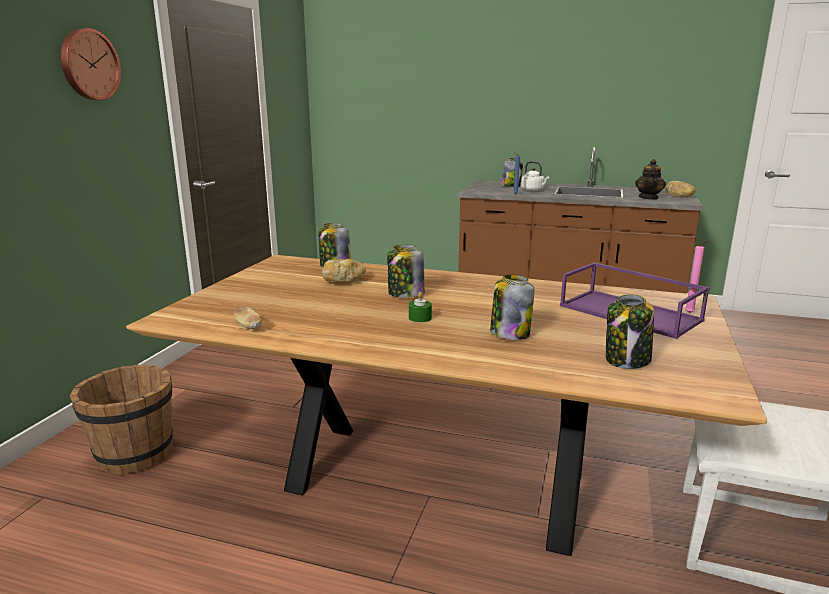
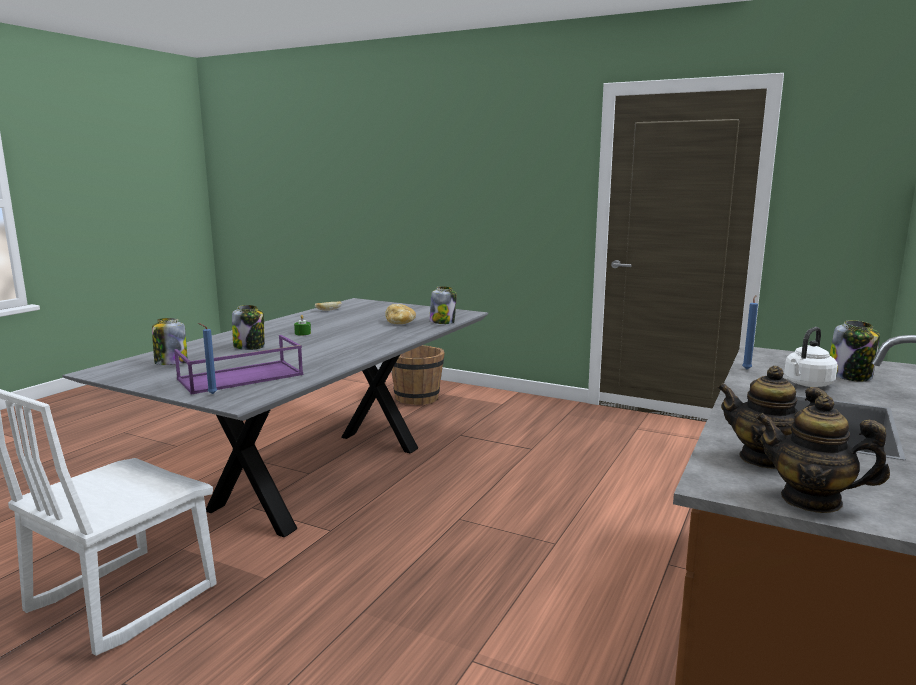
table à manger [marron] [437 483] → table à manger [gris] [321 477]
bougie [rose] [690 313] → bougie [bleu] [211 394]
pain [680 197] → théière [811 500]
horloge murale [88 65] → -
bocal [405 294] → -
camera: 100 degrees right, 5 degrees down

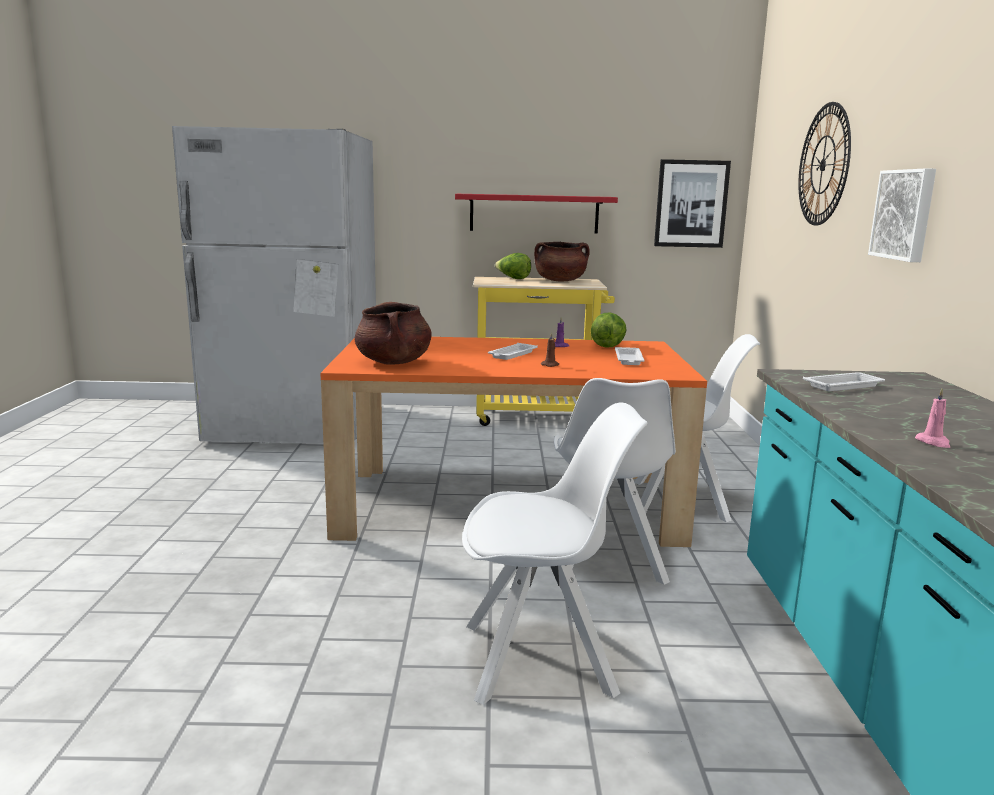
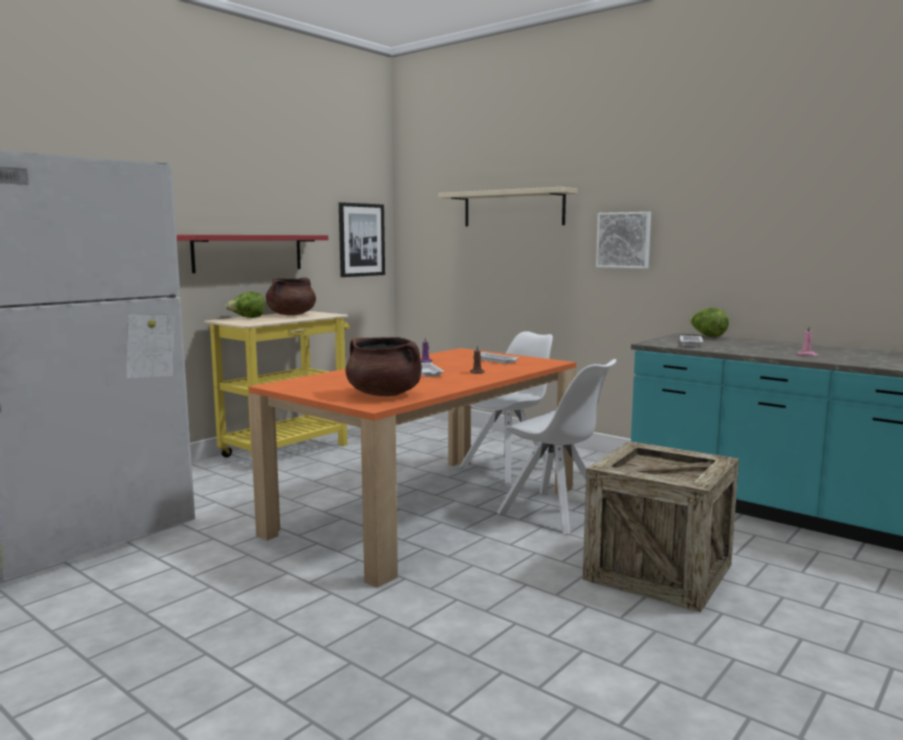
horloge murale [823 165] → étagère [beige] [513 208]
chaise [blanc] [541 659] → caisse [658 572]
laitue [608 346] → laitue [707 336], relocated
camera: 50 degrees left, 5 degrees down

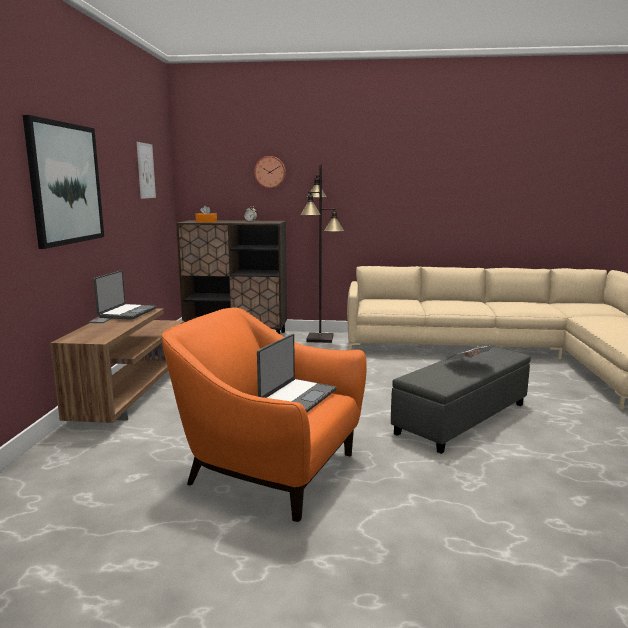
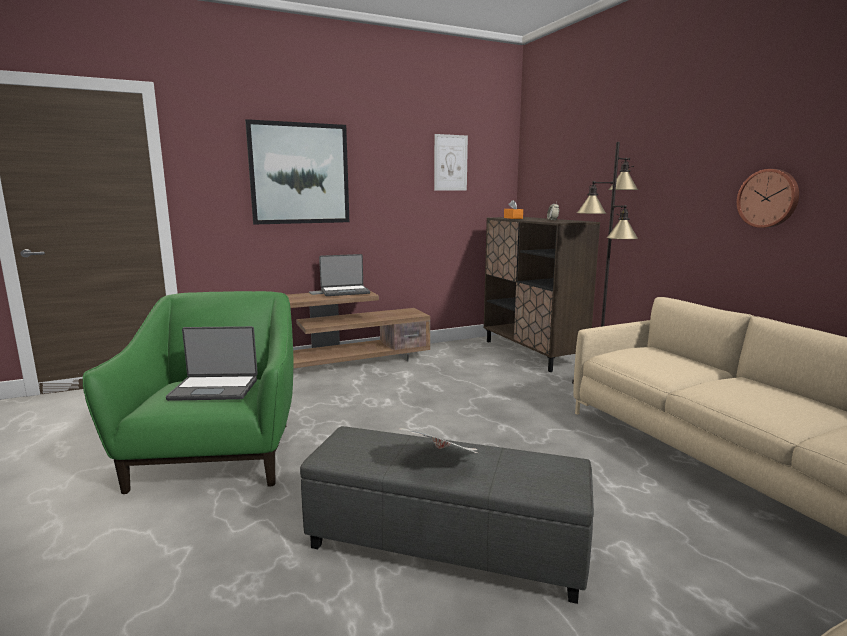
fauteuil [orange] [269 470] → fauteuil [vert] [219 455]
horloge murale [270 172] → horloge murale [768 198], relocated
camera: 60 degrees right, 0 degrees up

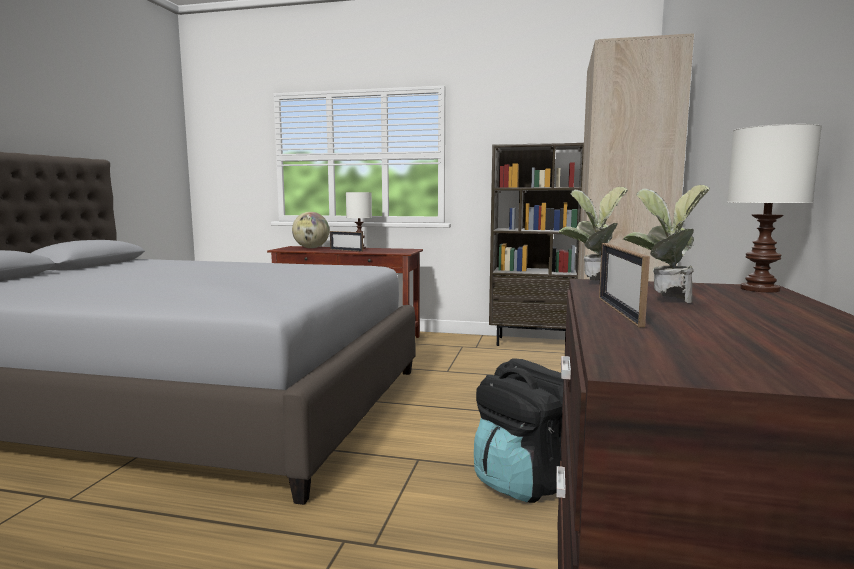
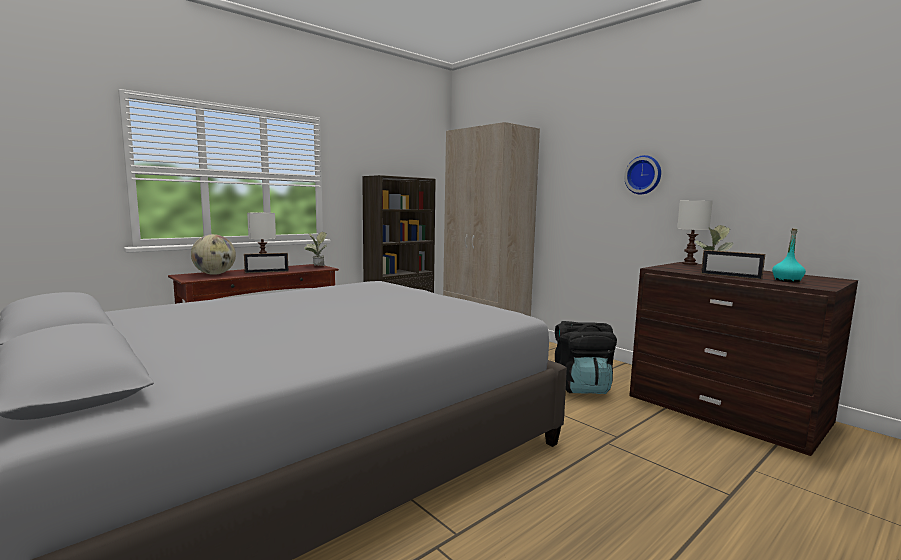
plante en pot [591 283] → plante en pot [316 266], relocated
- → horloge murale [644 175]
- → bouteille [turquoise] [787 280]
camera: 55 degrees left, 0 degrees up

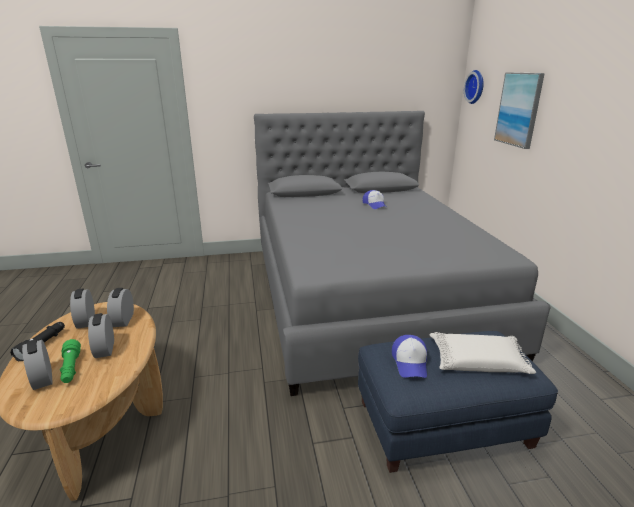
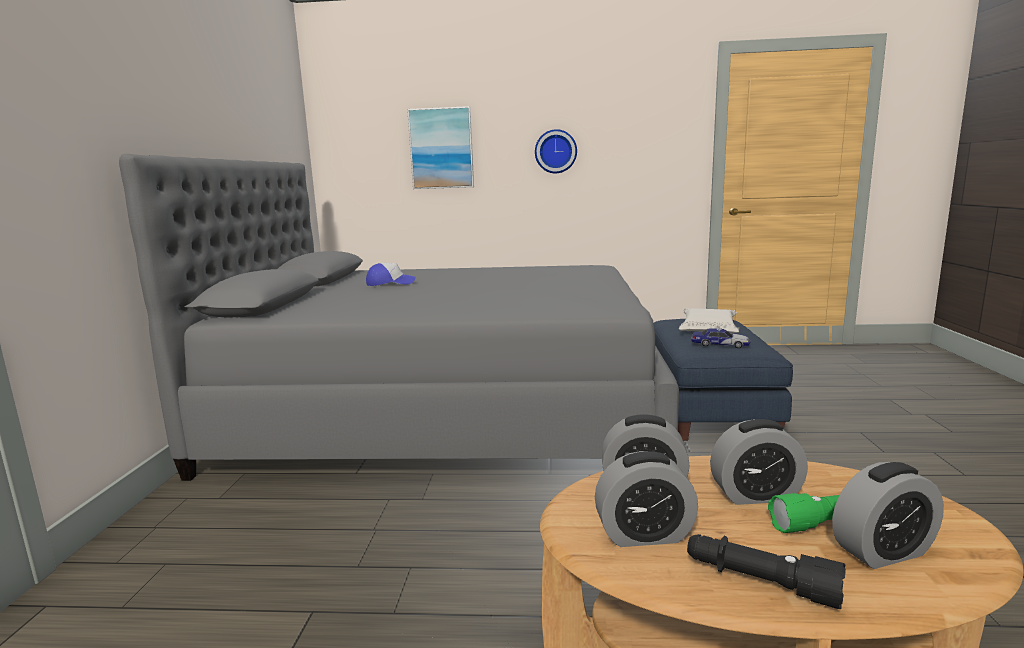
horloge murale [476 87] → horloge murale [555 151], relocated
casquette [410 362] → petite voiture [720 344]
camera: 75 degrees left, 10 degrees down

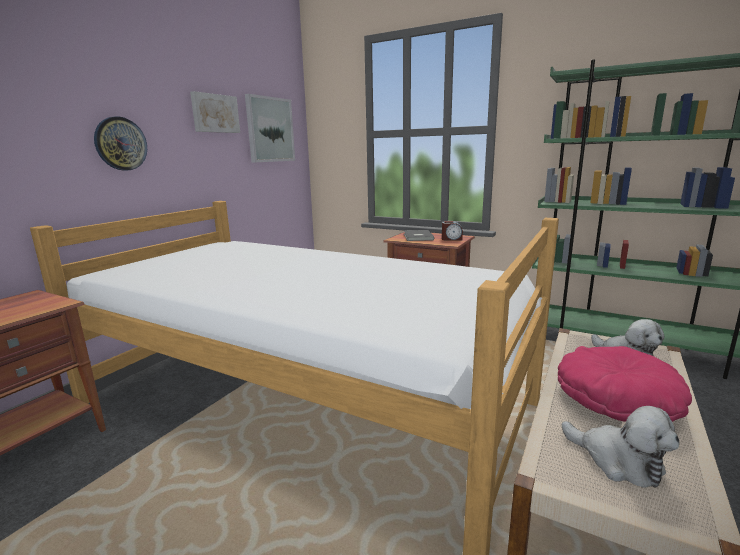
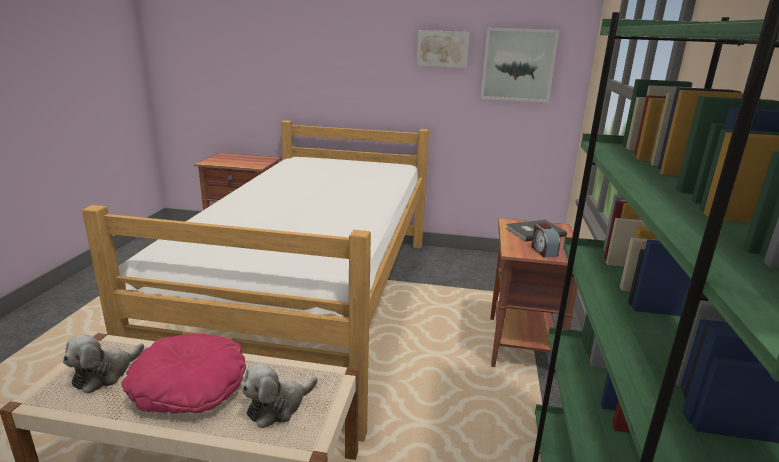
horloge murale [120 144] → -
camera: 70 degrees right, 5 degrees up

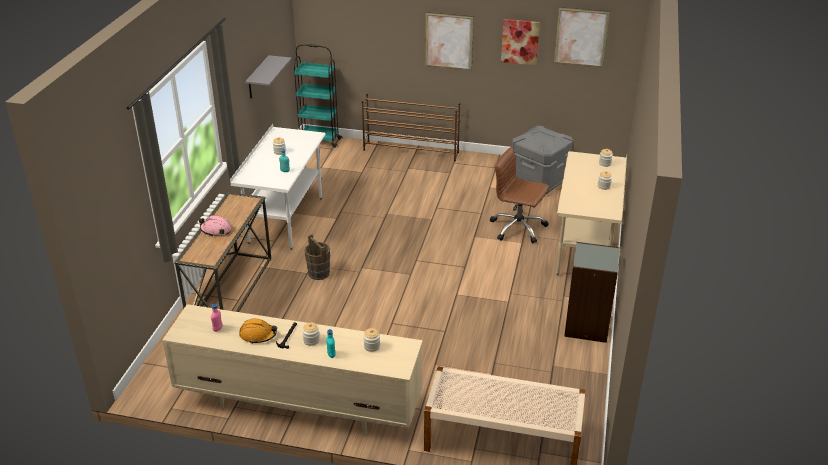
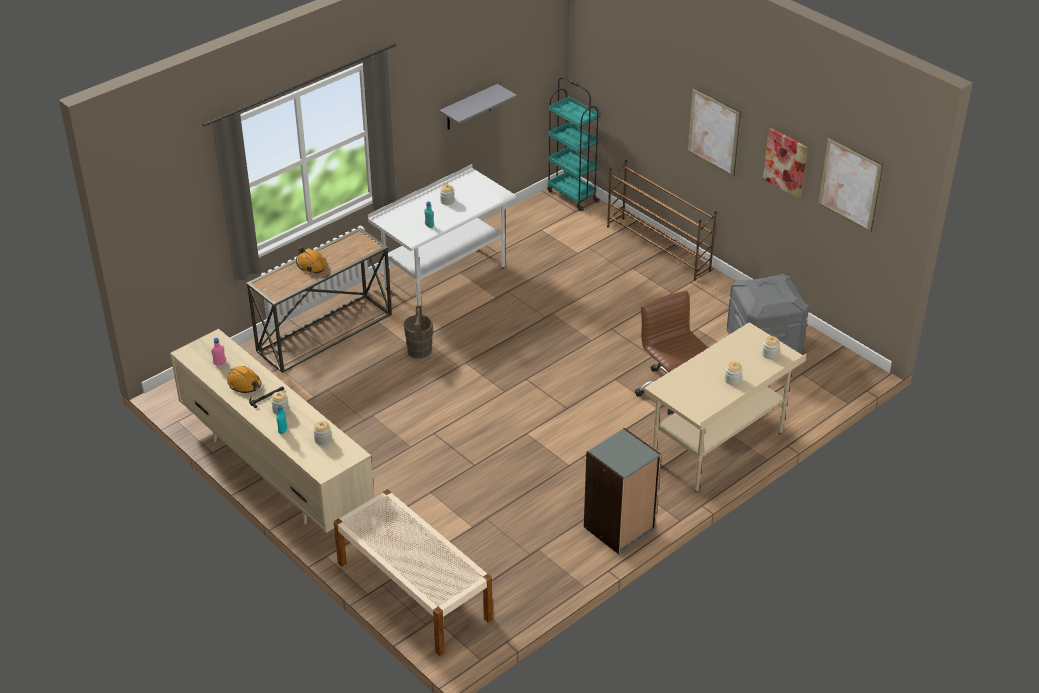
casque de chantier [rose] [216 230] → casque de chantier [orange] [311 265]
camera: 35 degrees right, 5 degrees up

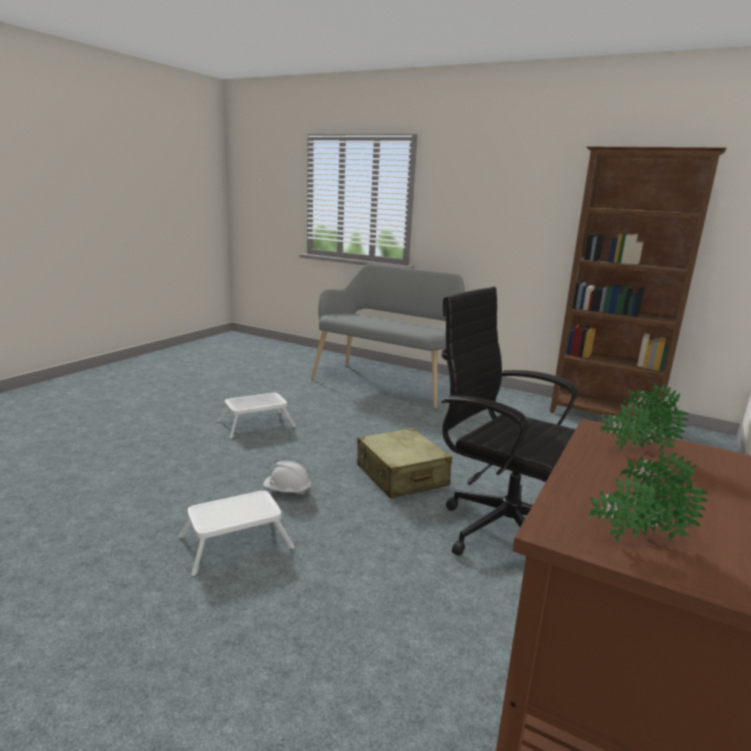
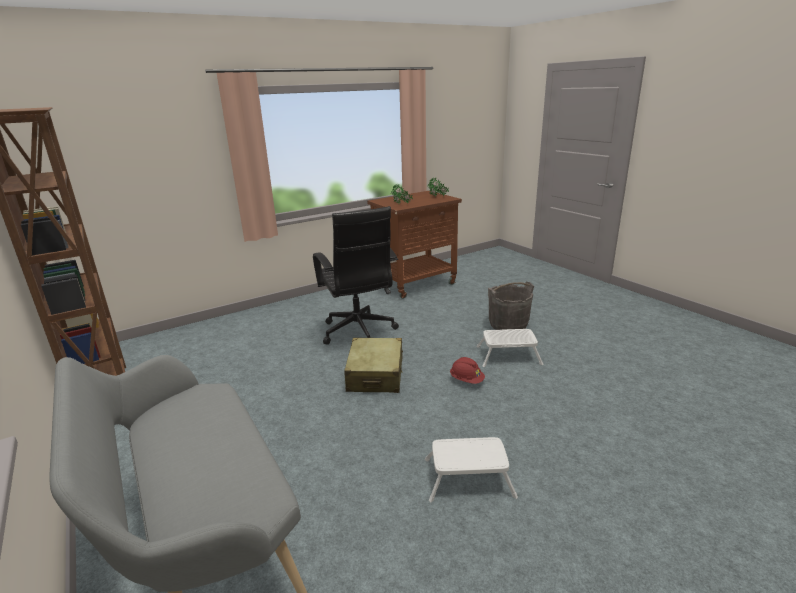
casque de chantier [blanc] [287 491] → casque de chantier [rouge] [466 380]
- → seau [gris] [508 324]
camera: 150 degrees left, 5 degrees up

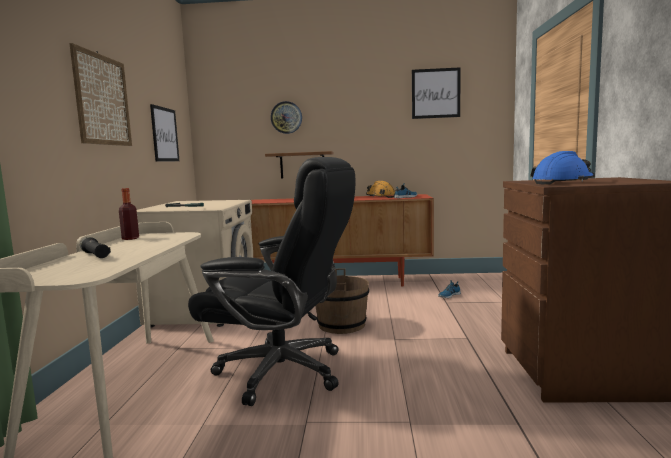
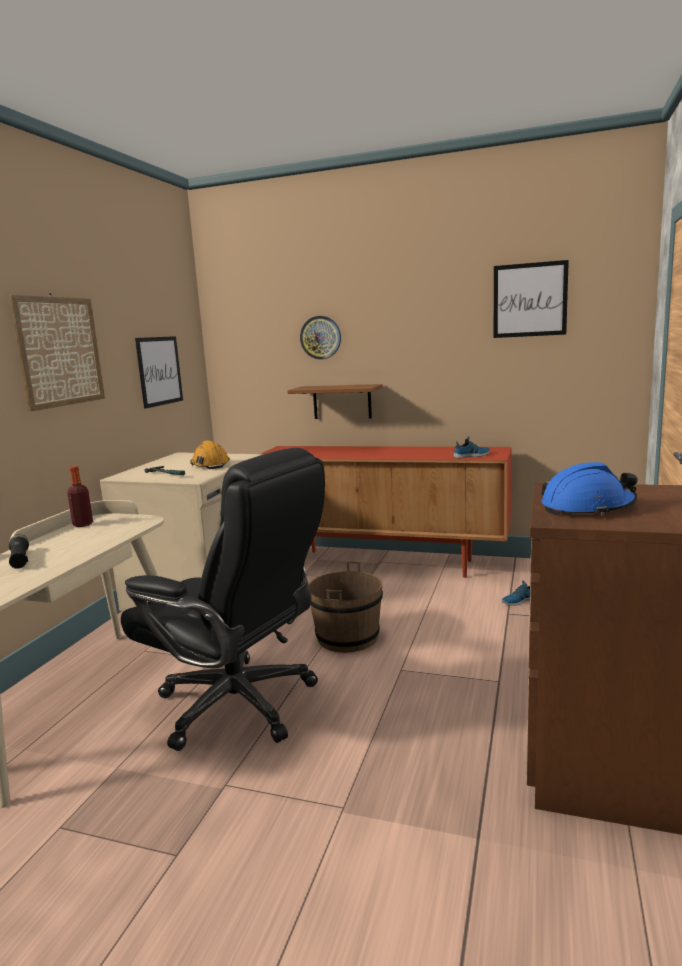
casque de chantier [orange] [380 197] → casque de chantier [orange] [210 464], relocated
camera: 15 degrees right, 5 degrees up

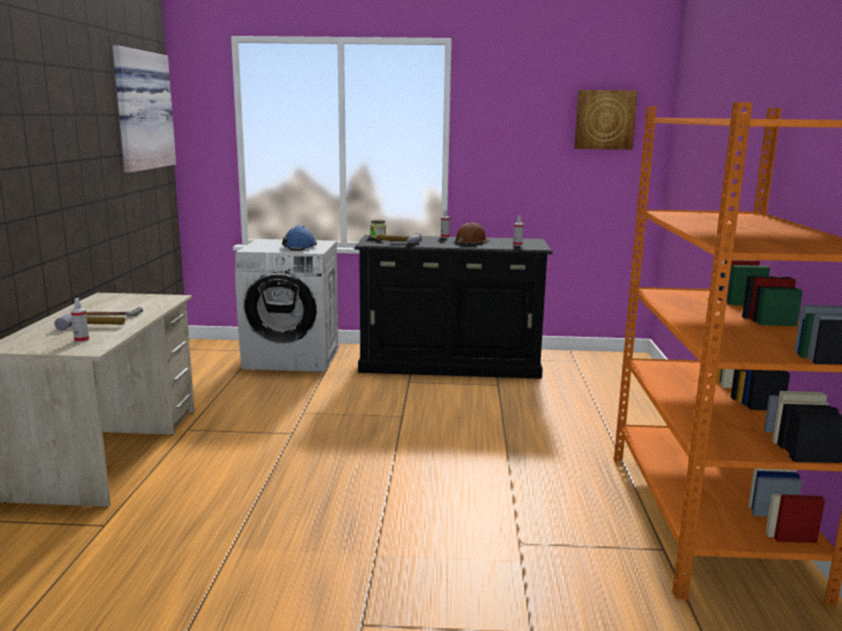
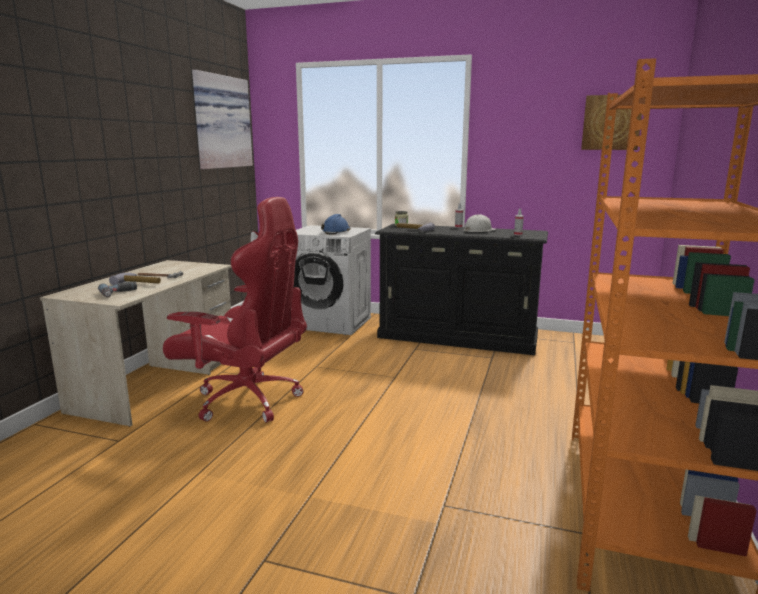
vaporisateur [81 340] → perceuse [119 293]
- → chaise de bureau [rouge] [242 400]
casque de chantier [marron] [471 241] → casque de chantier [blanc] [478 231]
camera: 15 degrees right, 0 degrees up

